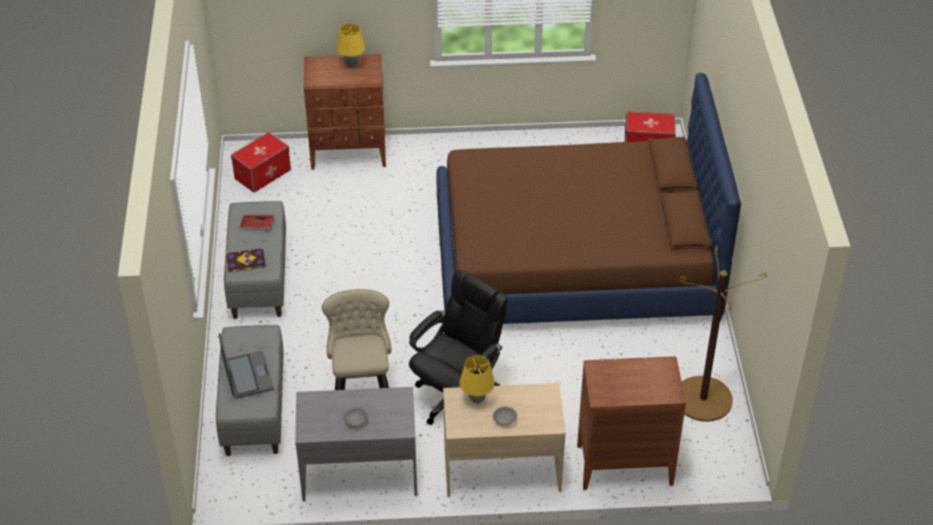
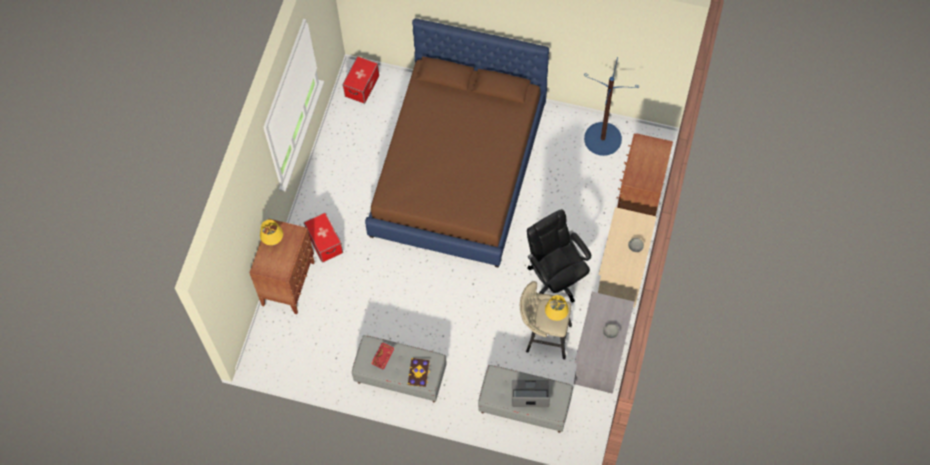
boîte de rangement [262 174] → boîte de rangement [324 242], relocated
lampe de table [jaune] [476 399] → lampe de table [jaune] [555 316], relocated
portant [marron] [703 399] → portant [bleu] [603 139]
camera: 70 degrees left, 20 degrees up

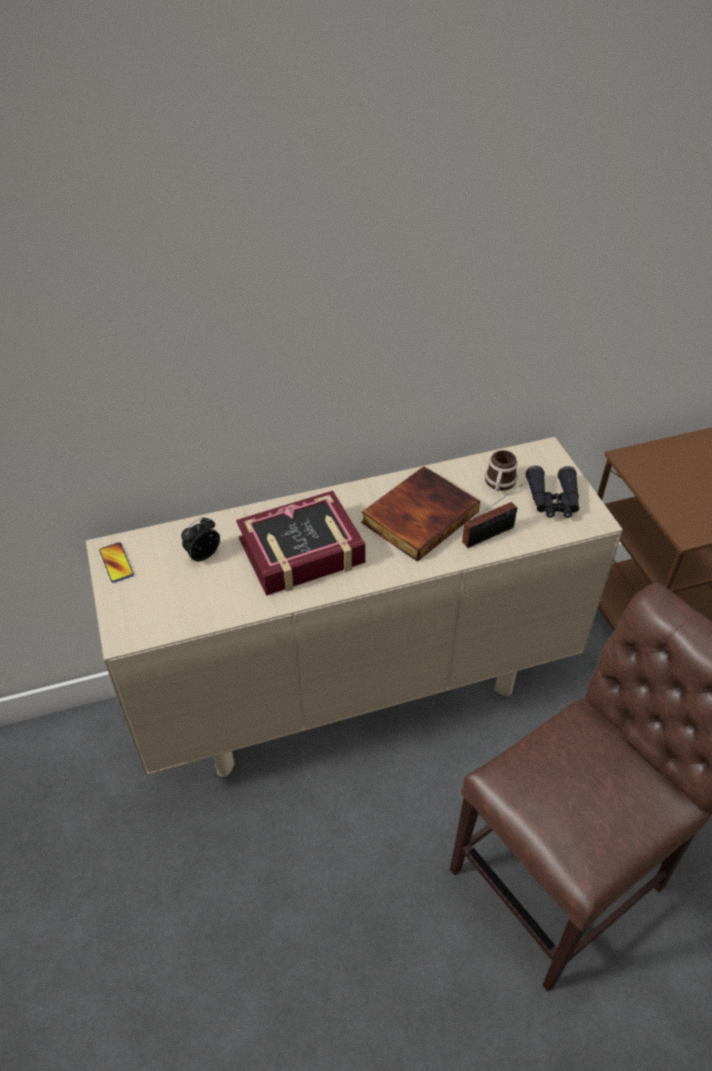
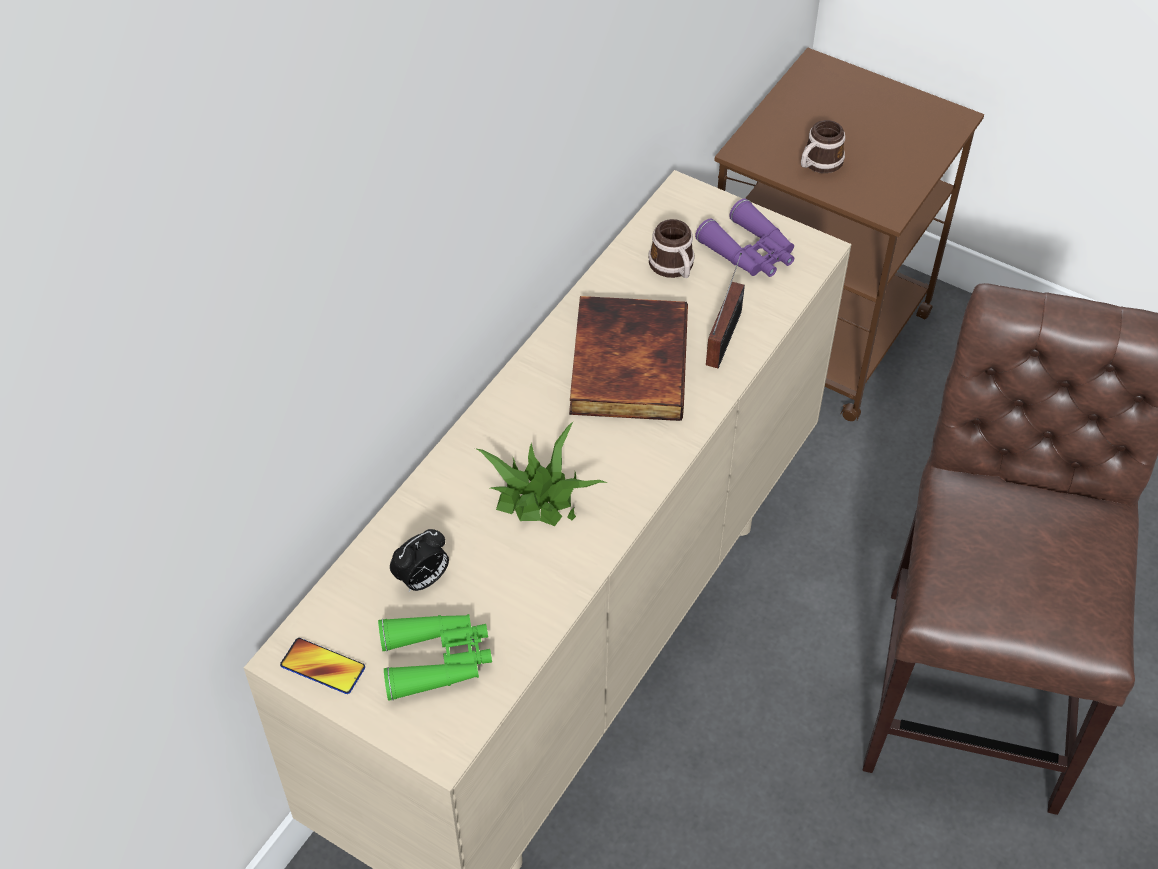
- → jumelles [vert] [437 660]
réveil [203 554] → réveil [422 580], 135 degrees counterclockwise
livre [301 552] → plante en pot [539 496]
jumelles [noir] [553 500] → jumelles [violet] [750 252]
- → mug [818 164]
camera: 40 degrees left, 5 degrees up

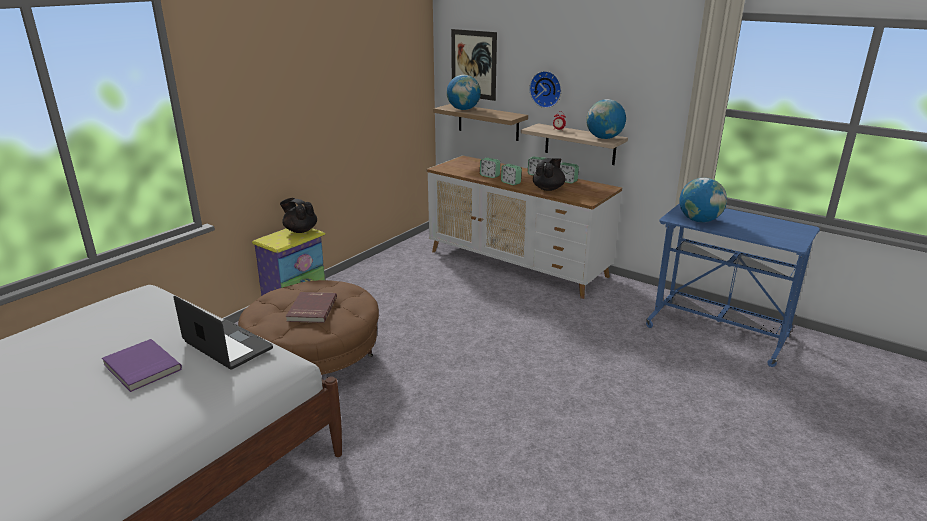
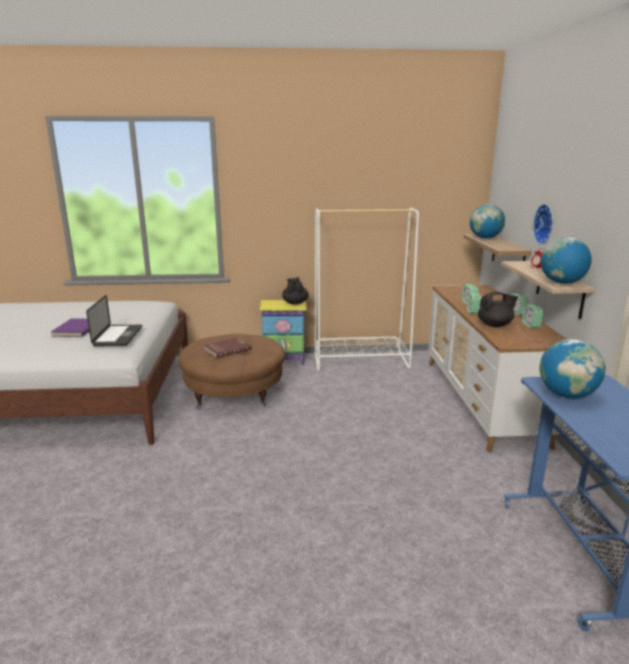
- → portant [blanc] [360 361]
tableau [473 64] → -
camera: 50 degrees right, 5 degrees down

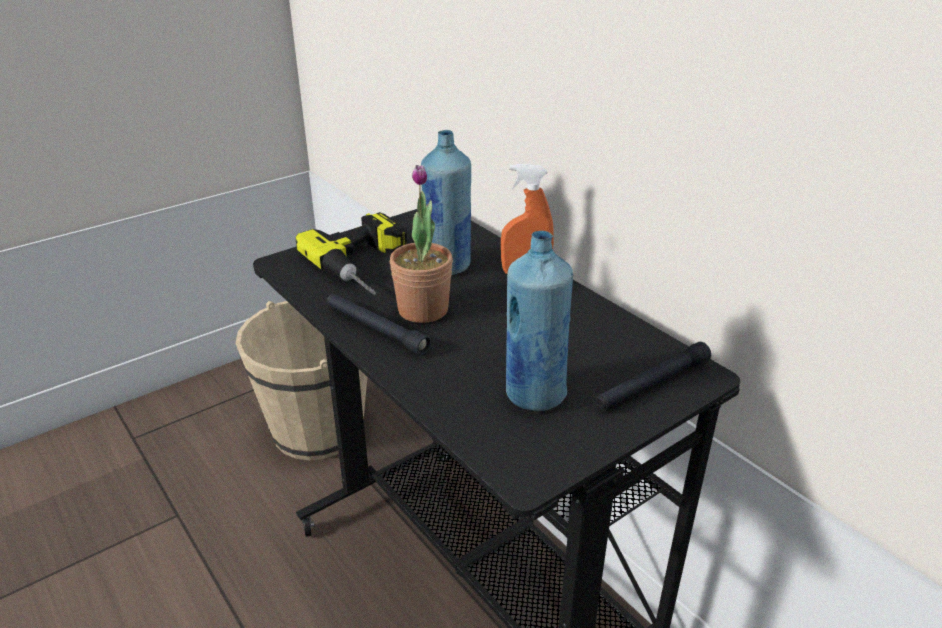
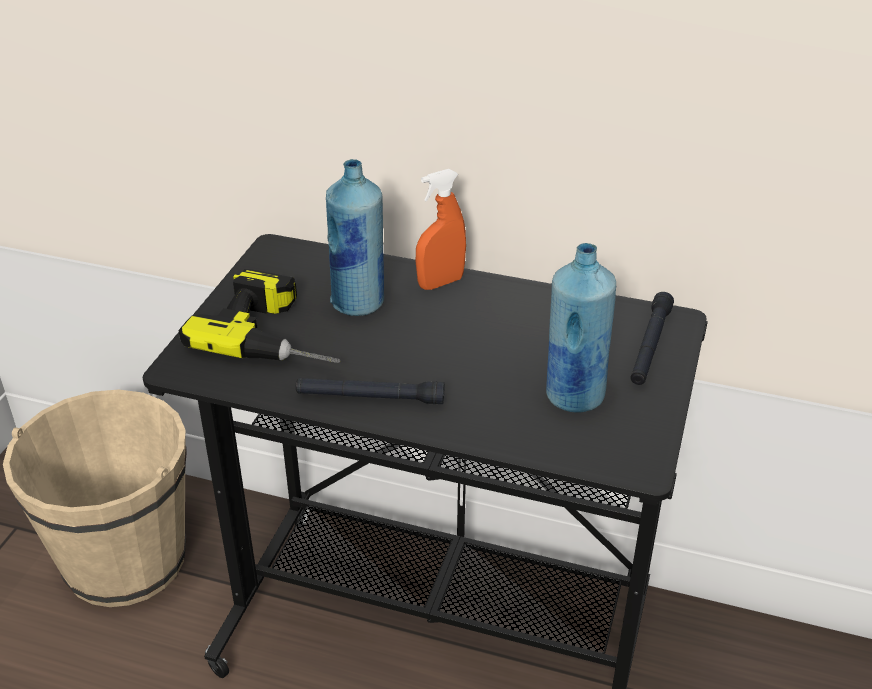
plante en pot [423 310] → -
camera: 35 degrees left, 5 degrees up

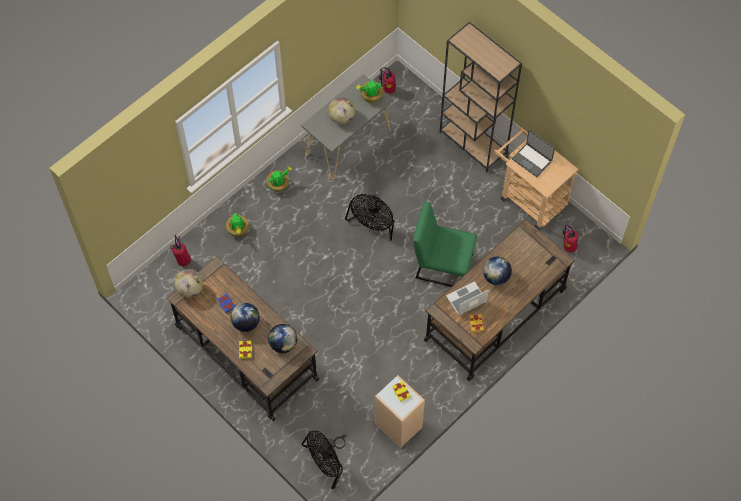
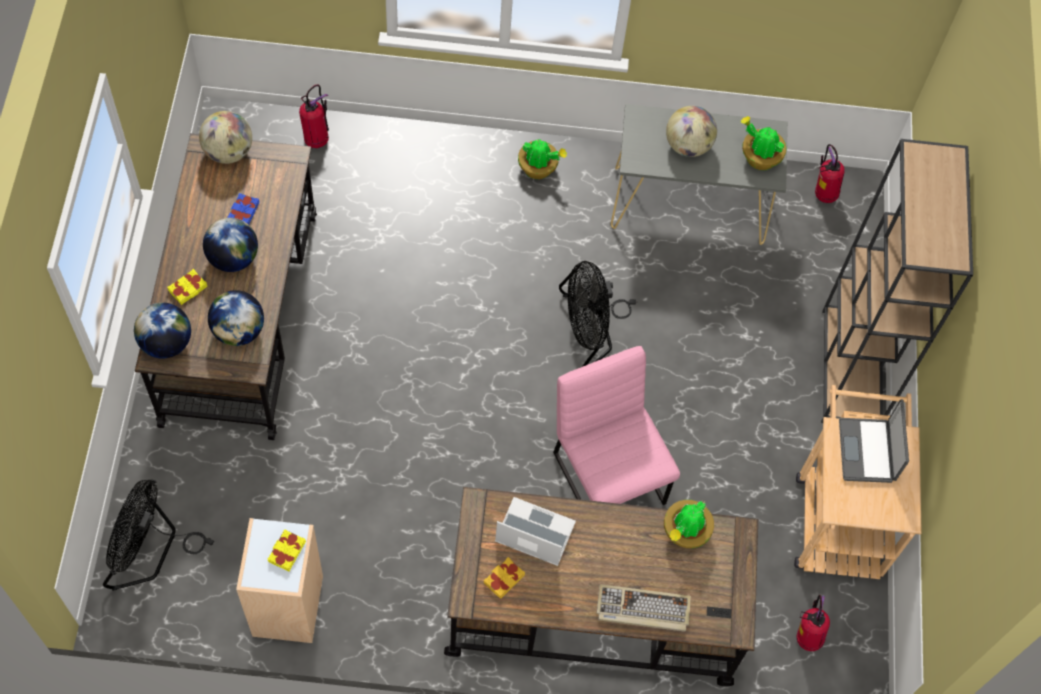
globe [496 277] → globe [166 343], relocated
chaise [vert] [442 265] → chaise [rose] [608 474]
- → clavier [642 609]
plante en pot [238 230] → plante en pot [684 533], relocated
camera: 45 degrees right, 0 degrees up

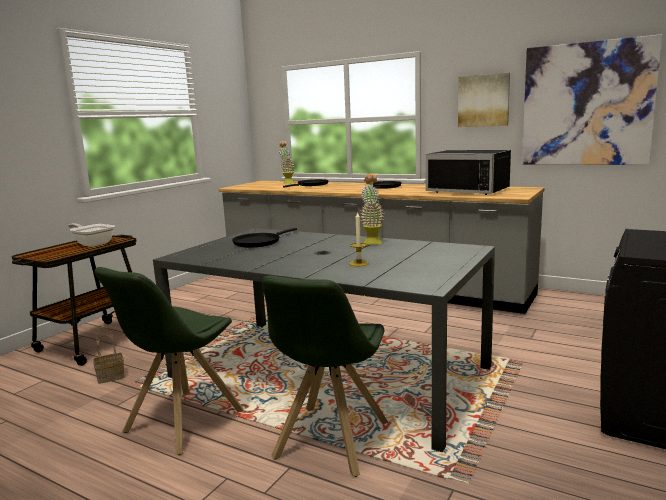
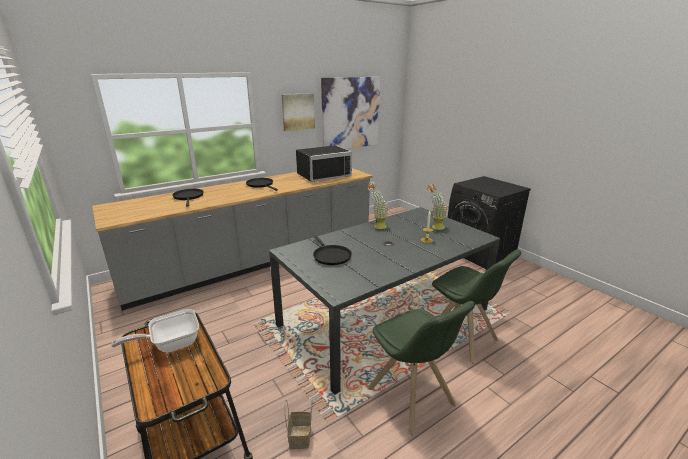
plante en pot [287 183] → plante en pot [434 227], relocated
camera: 65 degrees left, 10 degrees up

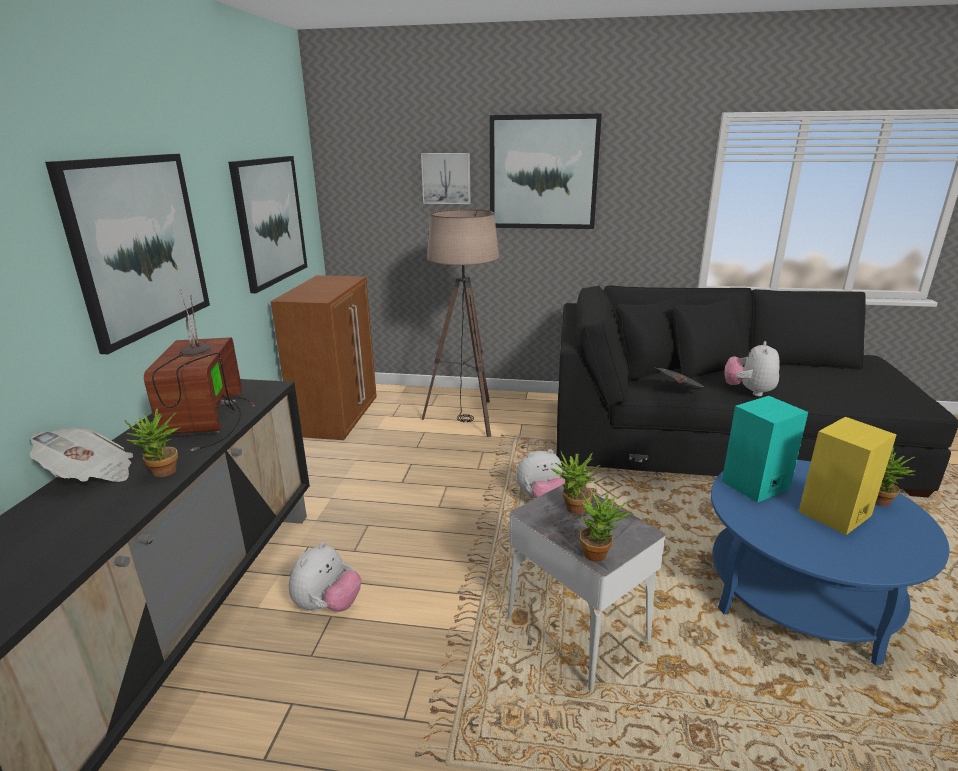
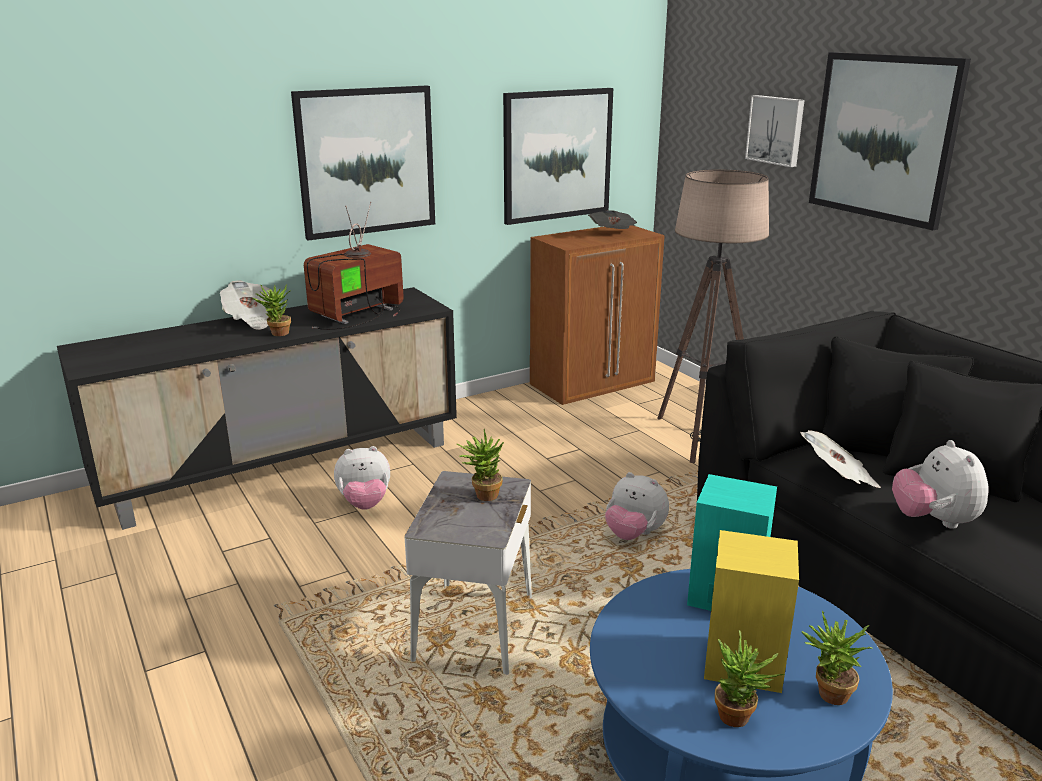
- → journal [613 234]
plante en pot [599 553] → plante en pot [740 719], relocated
peluche [749 391] → peluche [933 521], 75 degrees counterclockwise
camera: 50 degrees right, 0 degrees up

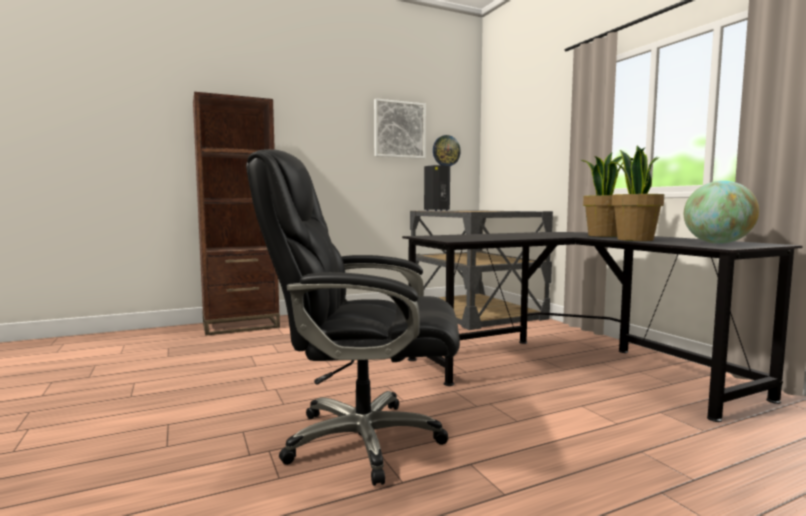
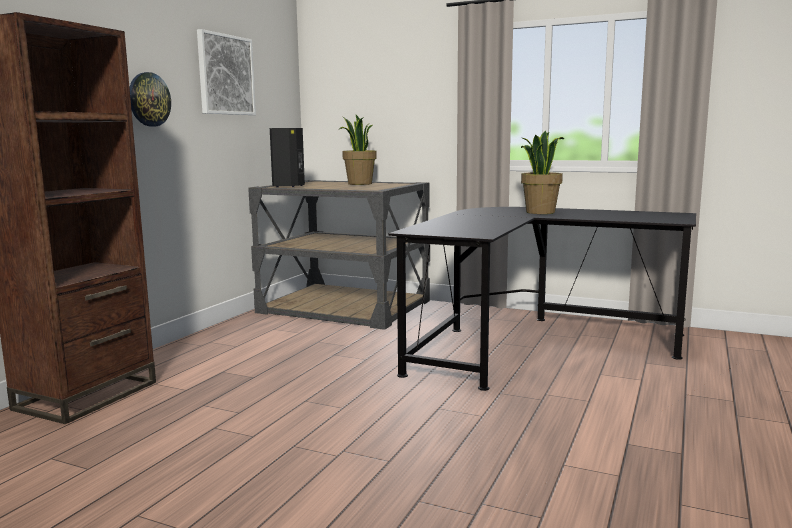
horloge murale [446 151] → horloge murale [149 99], relocated
plante en pot [634 239] → plante en pot [359 184], relocated
chaise de bureau [noir] [367 439] → -
globe [717 243] → -
camera: 40 degrees left, 5 degrees up

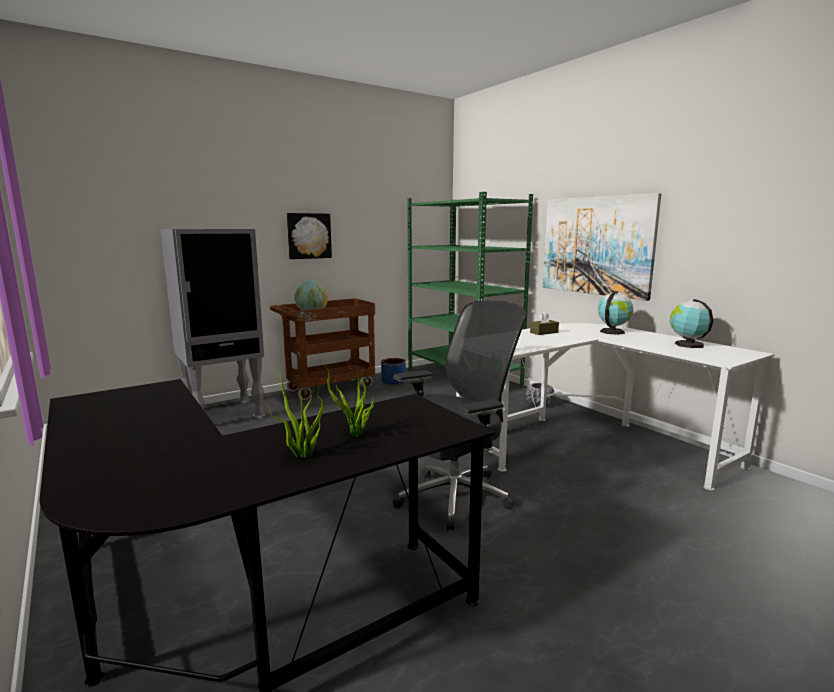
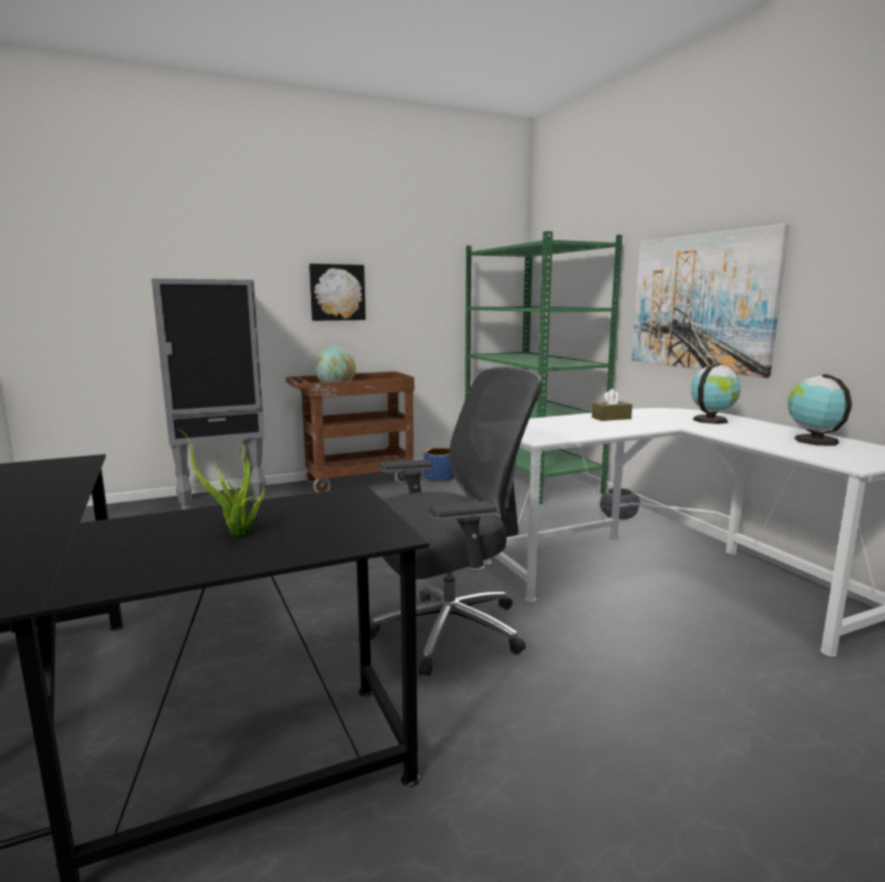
plante en pot [301 455] → -
camera: 10 degrees right, 0 degrees up

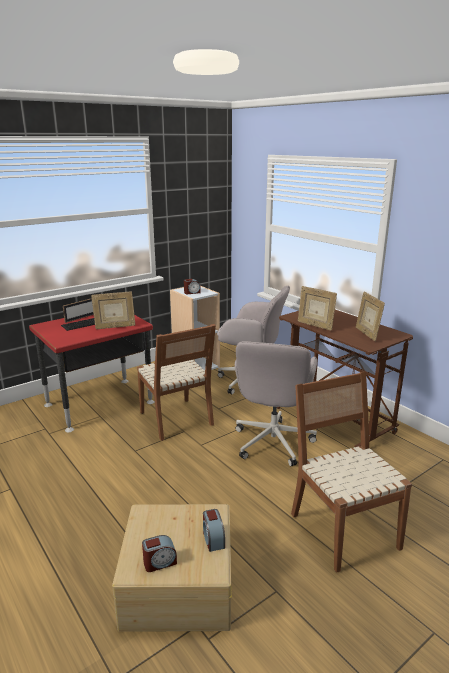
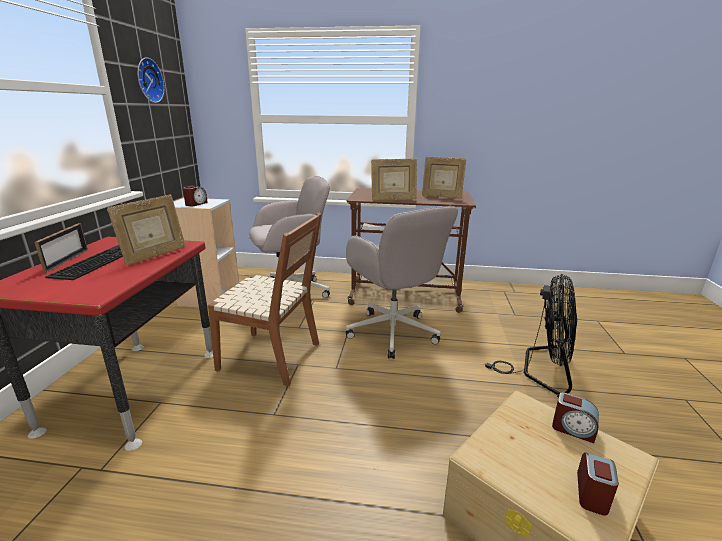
- → horloge murale [148 80]
chaise [342 527] → ventilateur [noir] [539 367]
camera: 45 degrees left, 0 degrees up

